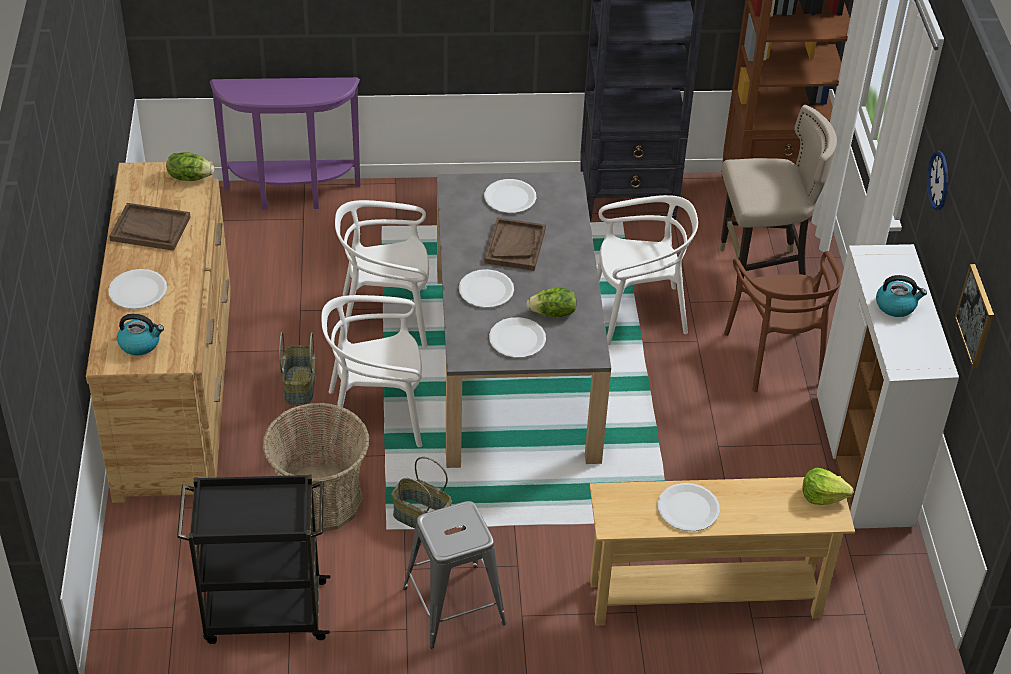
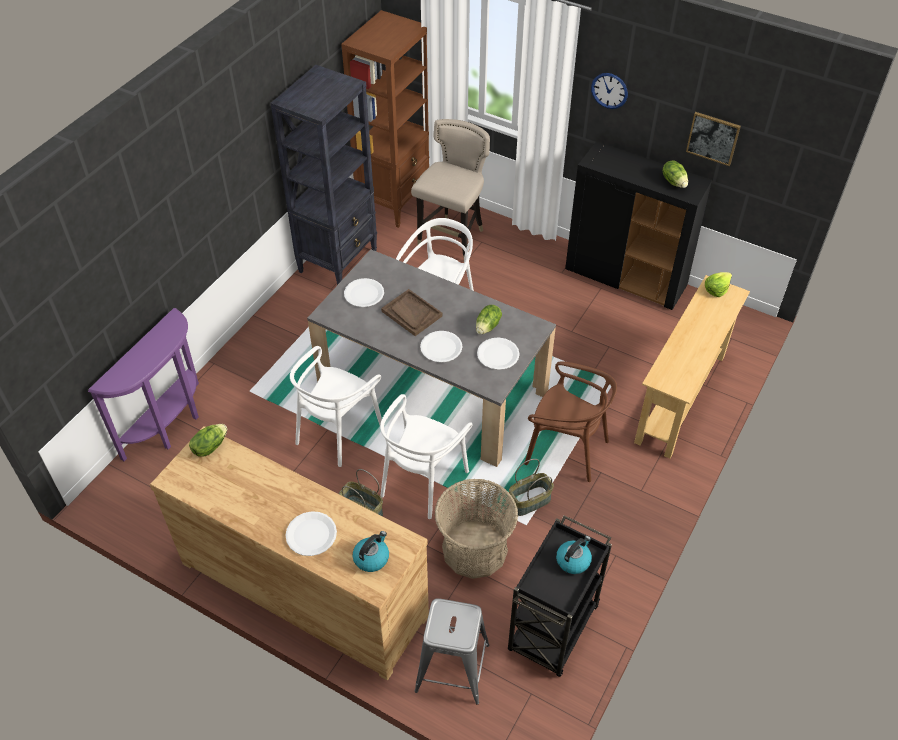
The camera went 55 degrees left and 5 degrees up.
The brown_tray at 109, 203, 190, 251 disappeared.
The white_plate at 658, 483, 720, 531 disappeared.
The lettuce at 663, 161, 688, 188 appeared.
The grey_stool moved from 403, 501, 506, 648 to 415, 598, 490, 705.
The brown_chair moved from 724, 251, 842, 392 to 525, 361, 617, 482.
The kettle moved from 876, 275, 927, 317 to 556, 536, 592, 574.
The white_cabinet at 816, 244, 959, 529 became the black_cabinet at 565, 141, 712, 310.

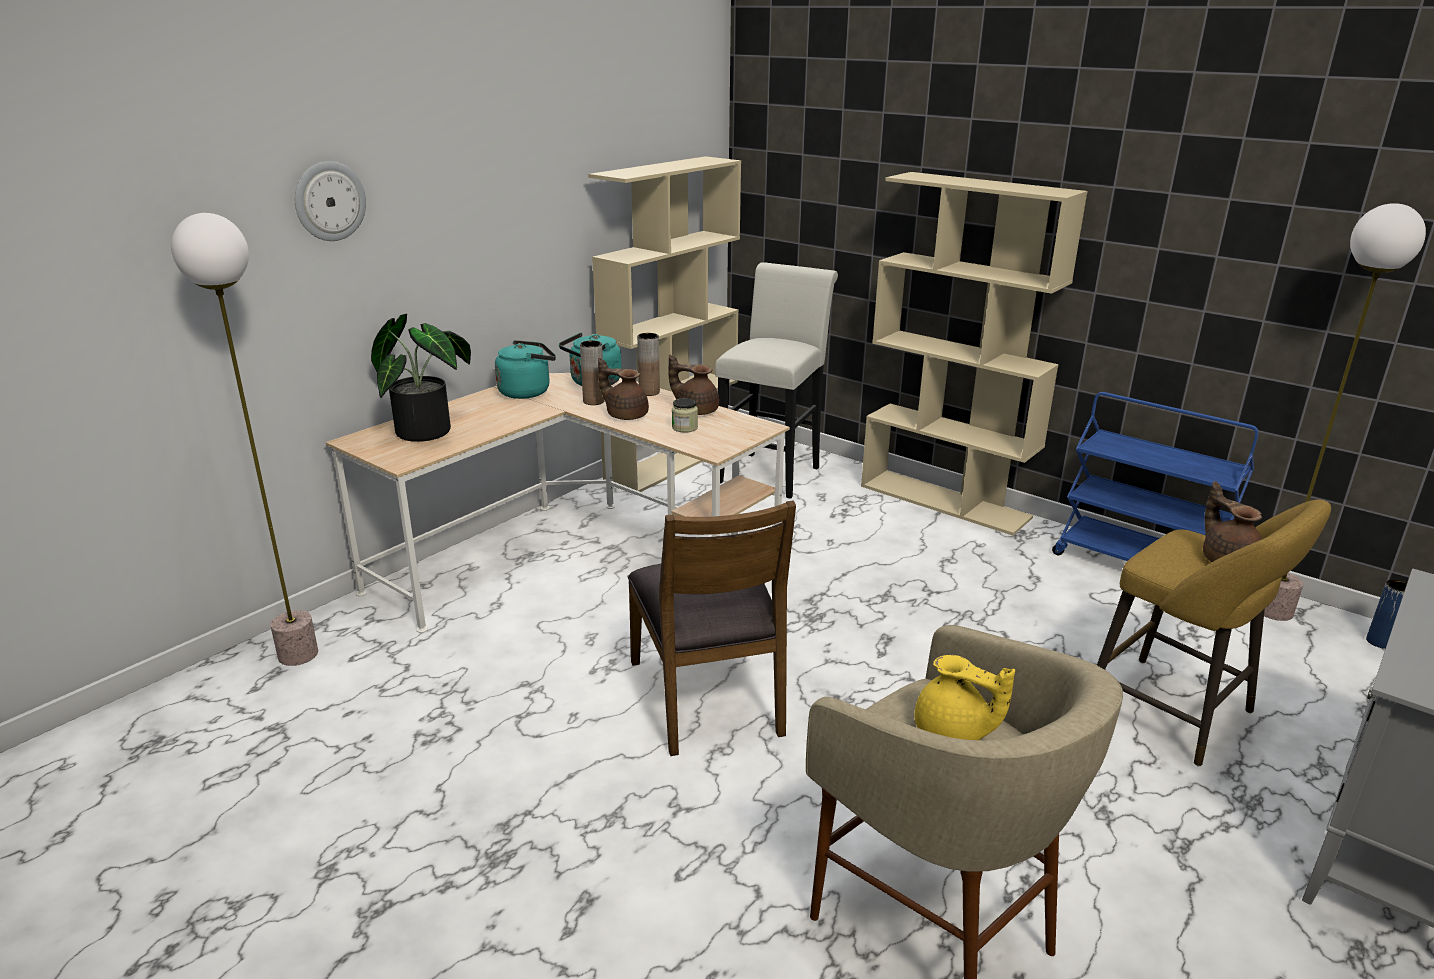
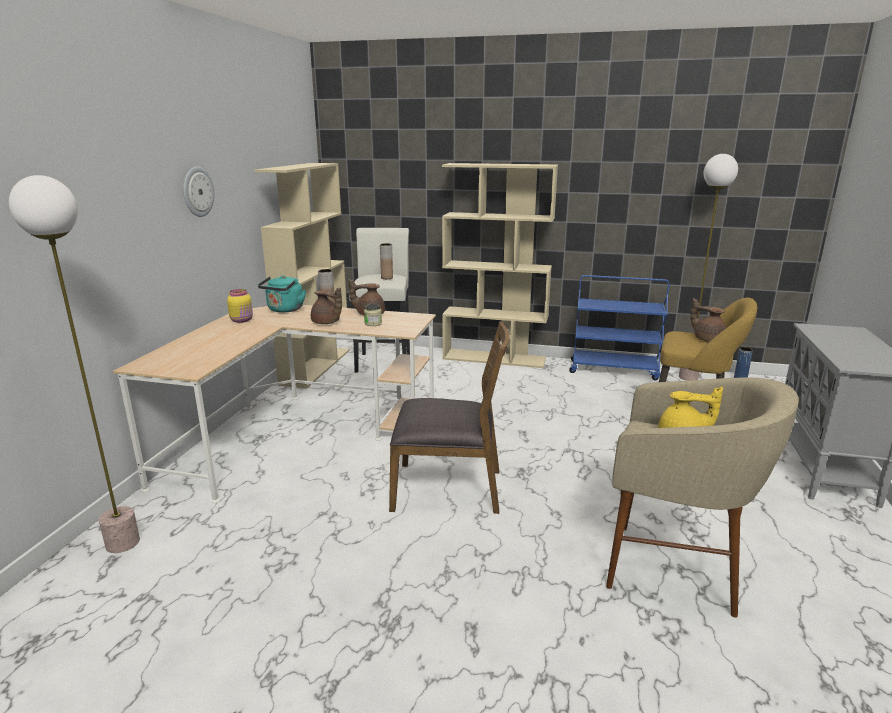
The camera went 25 degrees left and 5 degrees down.
The potted_plant at 371, 314, 471, 442 disappeared.
The wall_clock moved from 295, 161, 366, 241 to 183, 166, 214, 217.
The brown_vase moved from 580, 340, 605, 405 to 380, 243, 393, 279.
The turquoise_kettle at 495, 340, 556, 399 was replaced by the yellow_jar at 227, 289, 253, 323.
The brown_teapot at 598, 358, 649, 420 turned 150 degrees counterclockwise.
The brown_chair at 627, 500, 796, 756 turned 45 degrees counterclockwise.

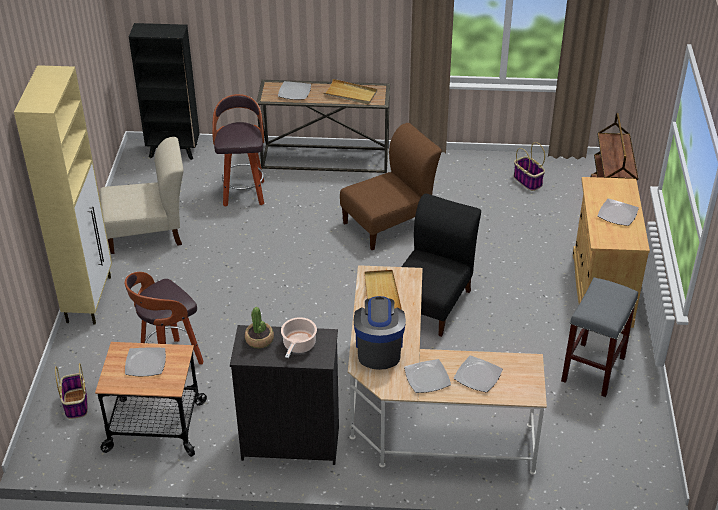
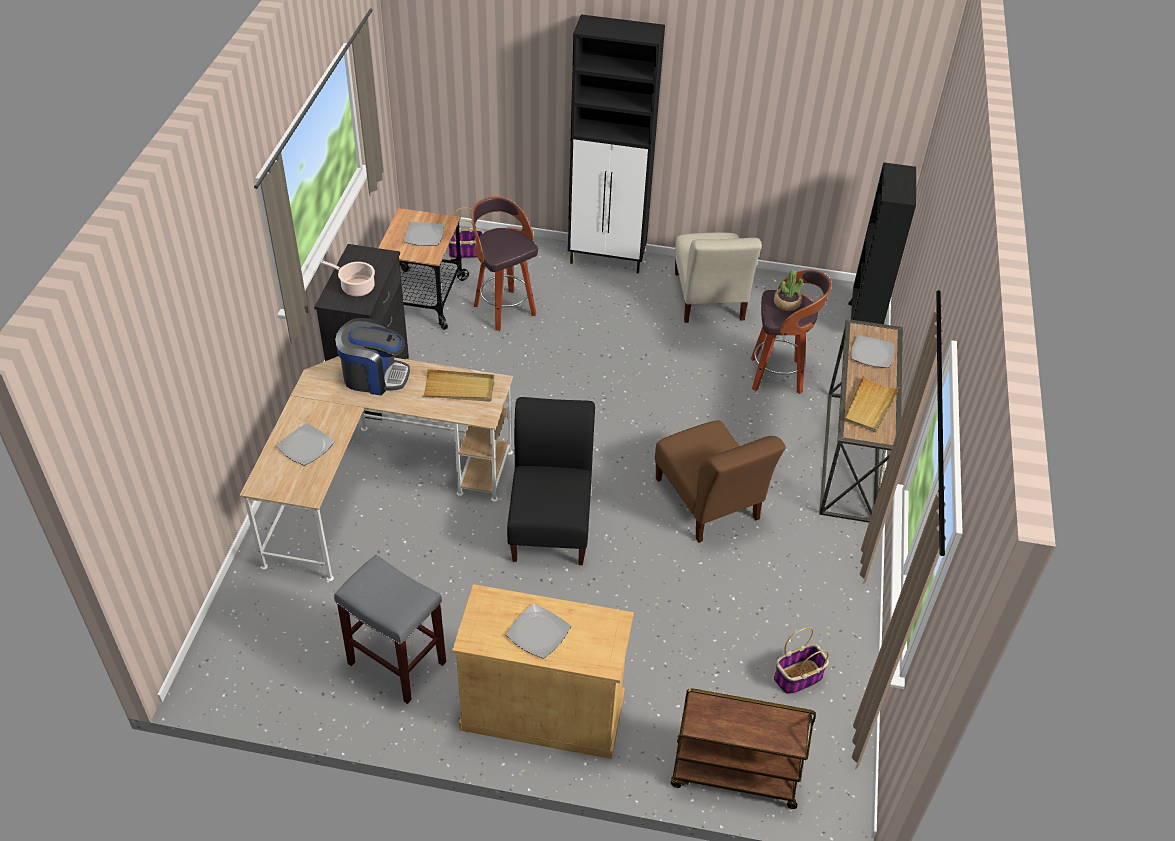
The camera went 95 degrees right and 5 degrees up.
The plate at 404, 359, 451, 393 disappeared.
The potted_plant moved from 245, 307, 274, 348 to 774, 270, 803, 311.
The beige_cabinet at 14, 65, 112, 324 became the black_cabinet at 568, 14, 665, 274.
The black_chair at 402, 194, 481, 337 turned 120 degrees counterclockwise.

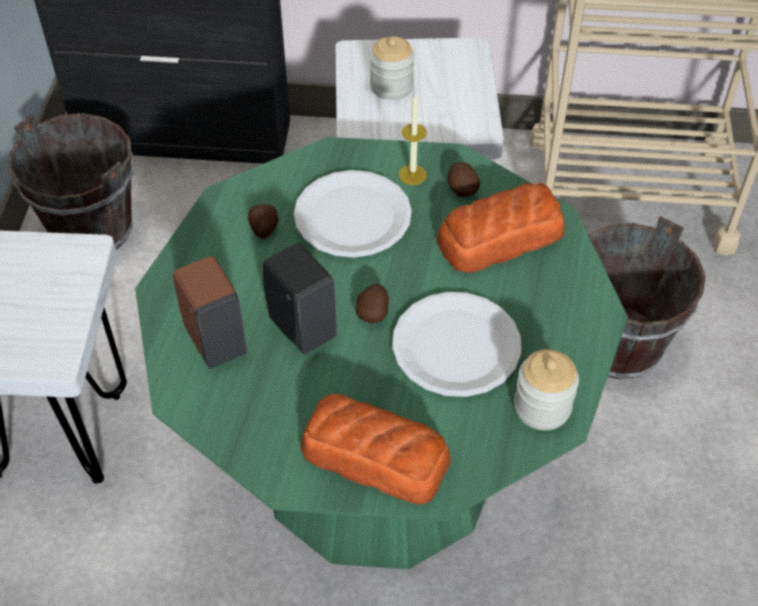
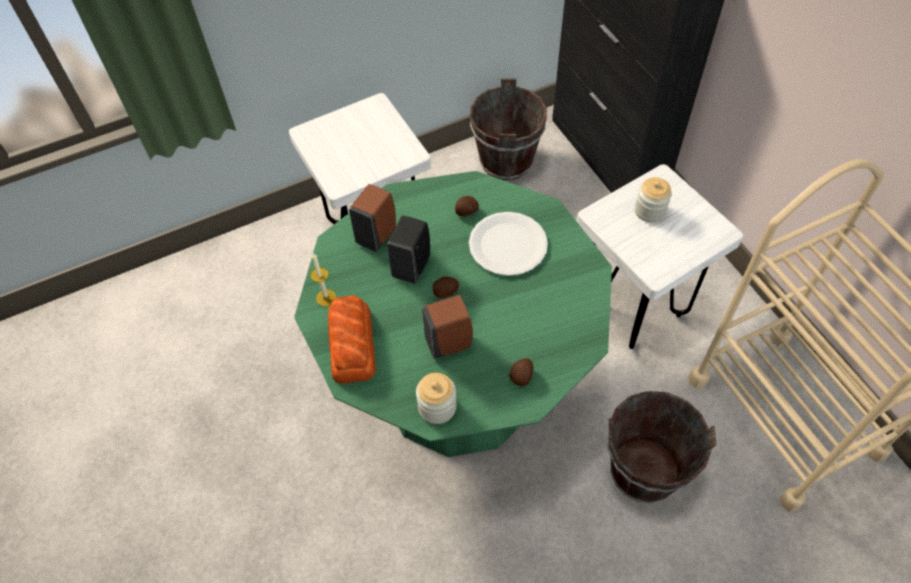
The camera went 60 degrees right and 5 degrees up.
The bread at 437, 183, 565, 273 disappeared.
The candle moved from 399, 93, 427, 185 to 311, 253, 336, 307.
The potato moved from 448, 162, 480, 197 to 509, 358, 534, 386.
The white_plate at 392, 292, 521, 397 was replaced by the brown_soap_dispenser at 422, 294, 473, 359.

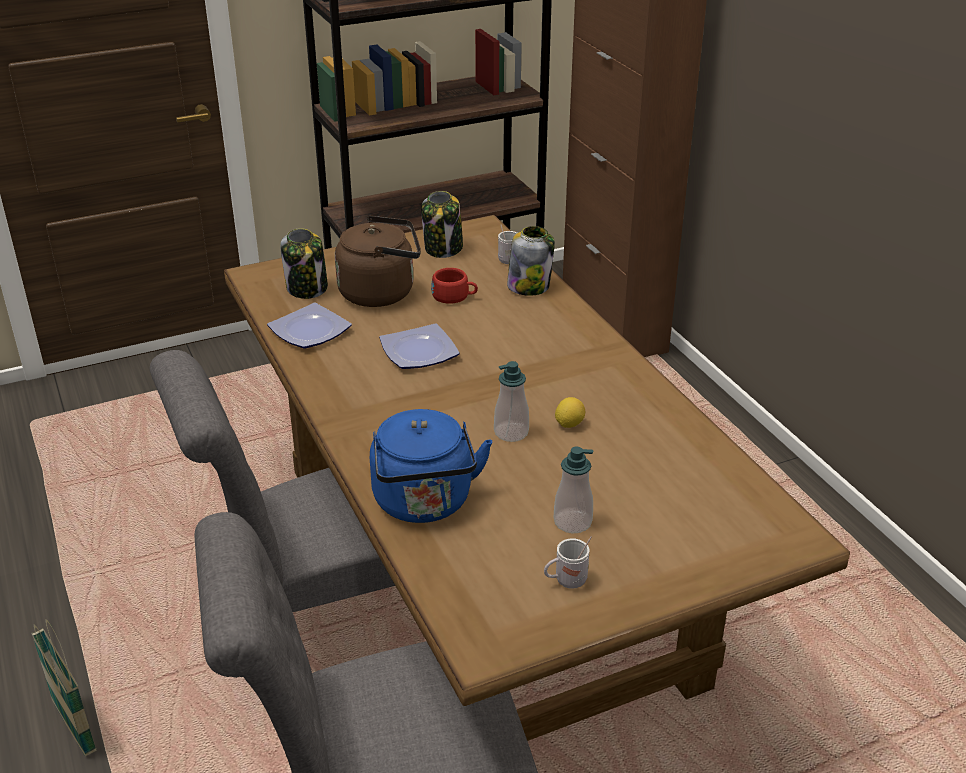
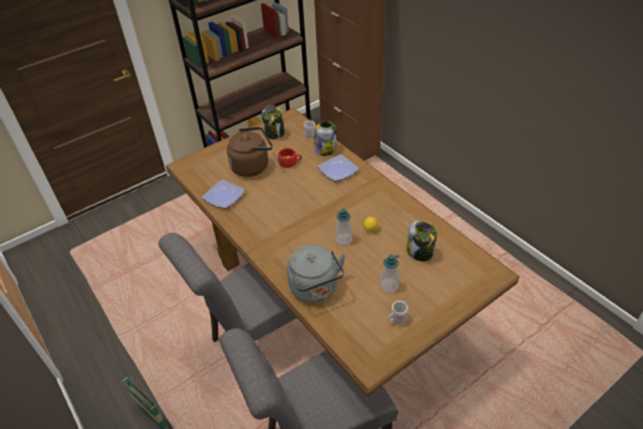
The camera went 10 degrees left and 10 degrees up.
The jar moved from 280, 228, 328, 299 to 407, 221, 437, 261.
The plate moved from 379, 323, 460, 369 to 317, 154, 359, 182.
The blue_kettle at 370, 409, 492, 523 became the grey_kettle at 287, 245, 345, 303.

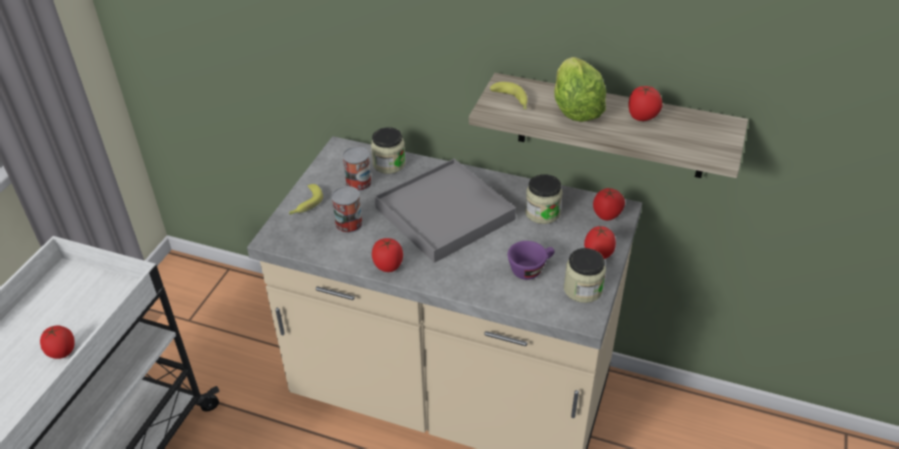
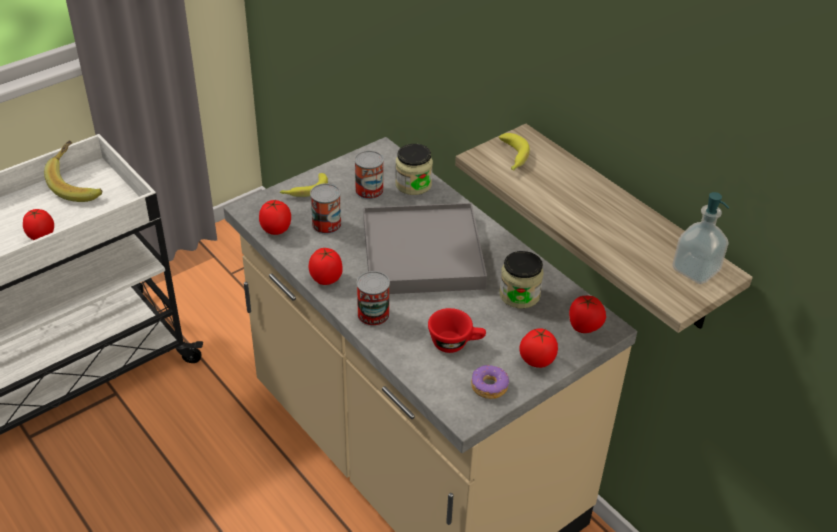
The camera went 30 degrees right and 0 degrees up.
The lettuce at 554, 57, 606, 122 disappeared.
The banana at 44, 140, 102, 202 appeared.
The can at 357, 271, 390, 326 appeared.
The soap_dispenser at 672, 192, 729, 284 appeared.
The tomato moved from 629, 86, 662, 121 to 259, 200, 291, 235.
The jar at 564, 248, 606, 303 was replaced by the donut at 471, 365, 509, 399.
The purple_cup at 508, 241, 555, 280 became the red_cup at 428, 308, 486, 353.

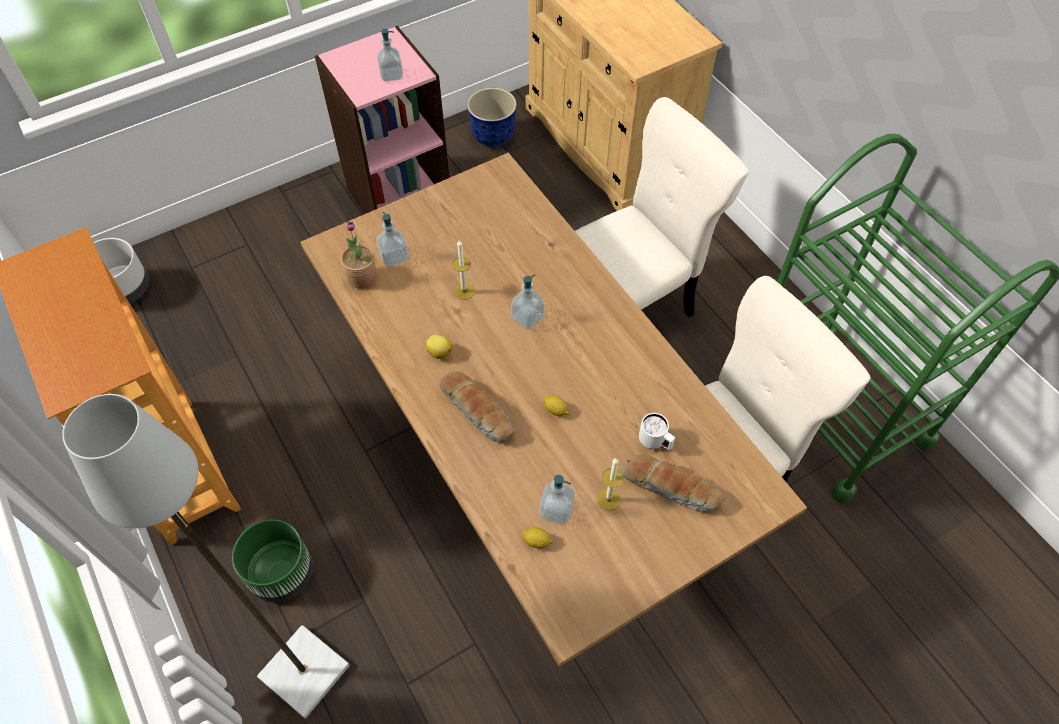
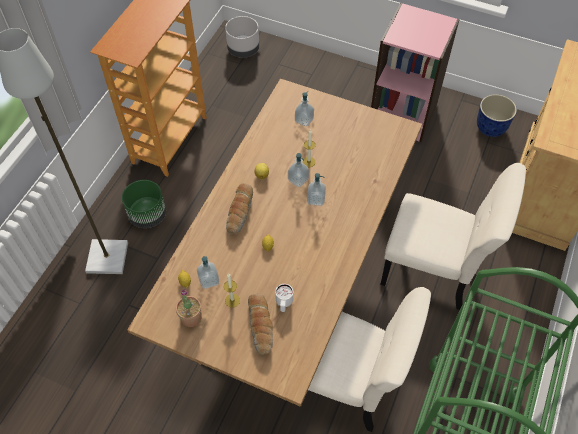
The camera went 55 degrees right and 0 degrees up.
The potted_plant moved from 341, 221, 376, 289 to 176, 288, 202, 327.
The soap_dispenser moved from 377, 29, 403, 82 to 288, 153, 309, 187.

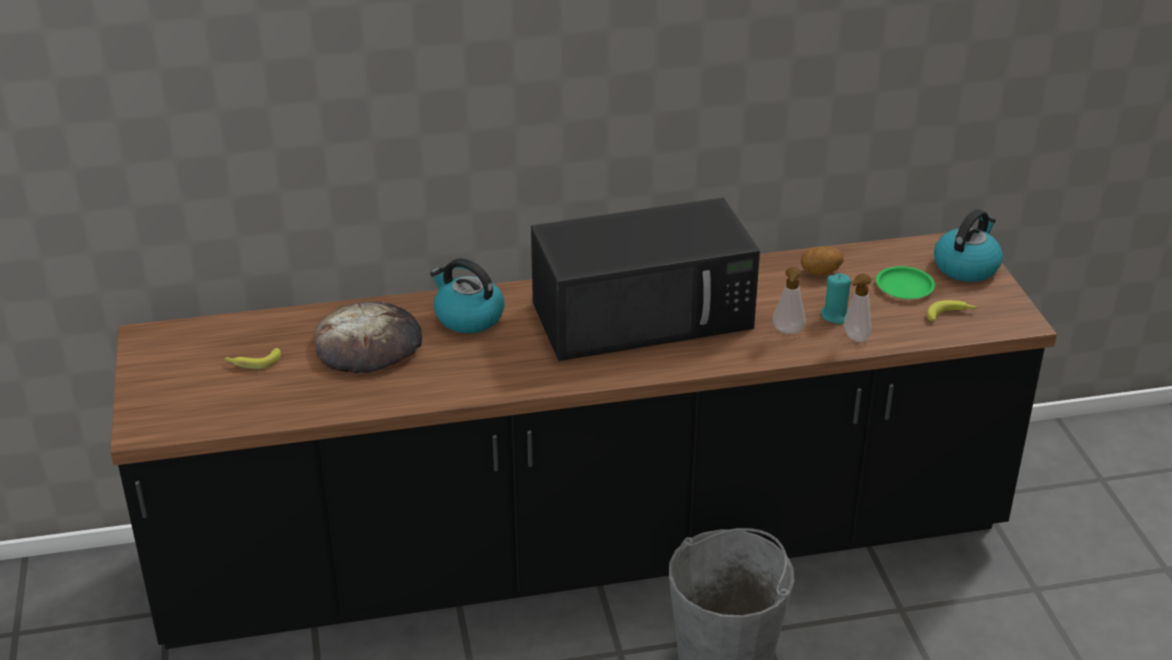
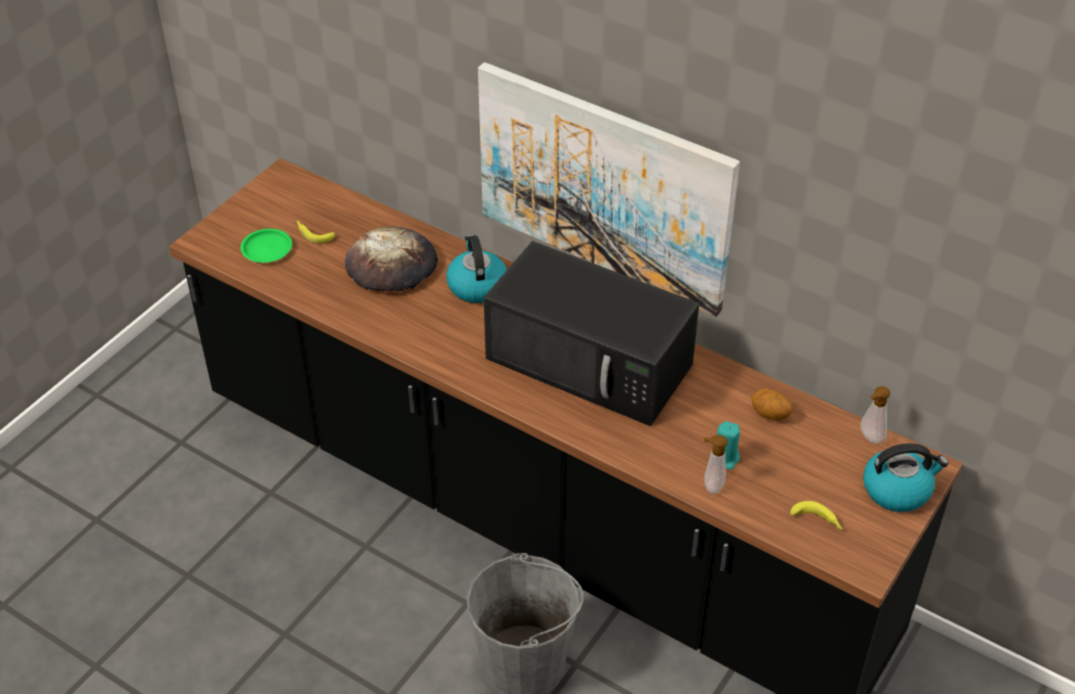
The camera went 45 degrees right and 10 degrees up.
The picture at 478, 62, 740, 317 appeared.
The soap_dispenser moved from 773, 267, 806, 334 to 860, 386, 890, 444.
The green_plate moved from 876, 266, 935, 299 to 241, 229, 292, 263.

